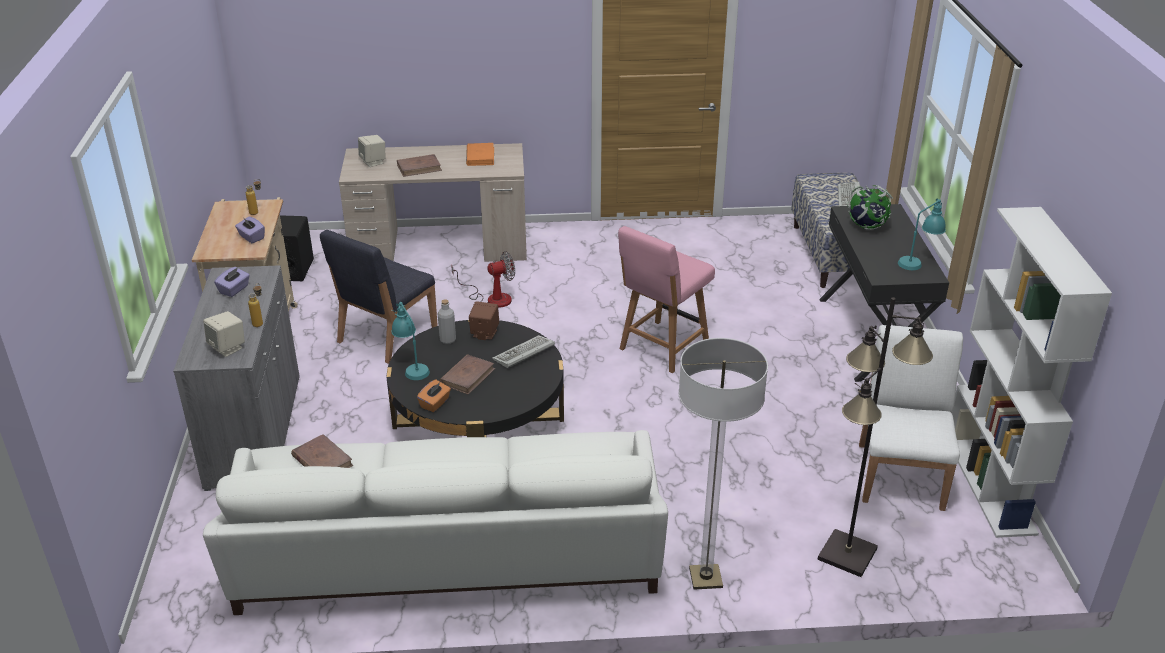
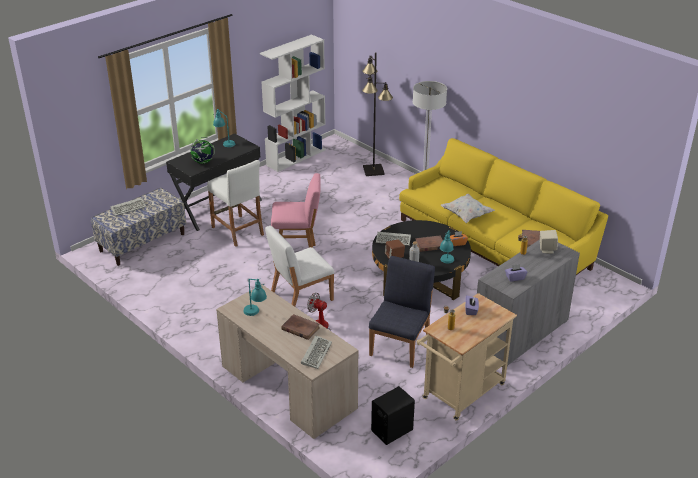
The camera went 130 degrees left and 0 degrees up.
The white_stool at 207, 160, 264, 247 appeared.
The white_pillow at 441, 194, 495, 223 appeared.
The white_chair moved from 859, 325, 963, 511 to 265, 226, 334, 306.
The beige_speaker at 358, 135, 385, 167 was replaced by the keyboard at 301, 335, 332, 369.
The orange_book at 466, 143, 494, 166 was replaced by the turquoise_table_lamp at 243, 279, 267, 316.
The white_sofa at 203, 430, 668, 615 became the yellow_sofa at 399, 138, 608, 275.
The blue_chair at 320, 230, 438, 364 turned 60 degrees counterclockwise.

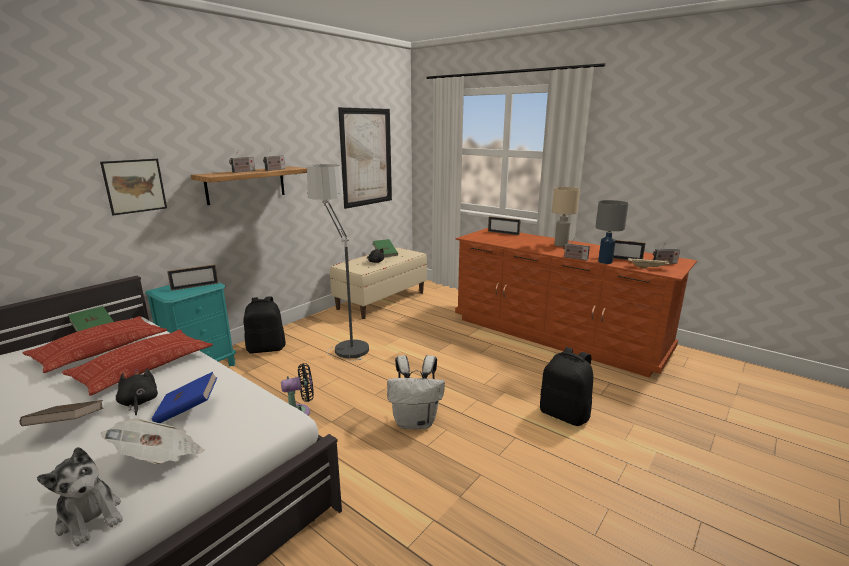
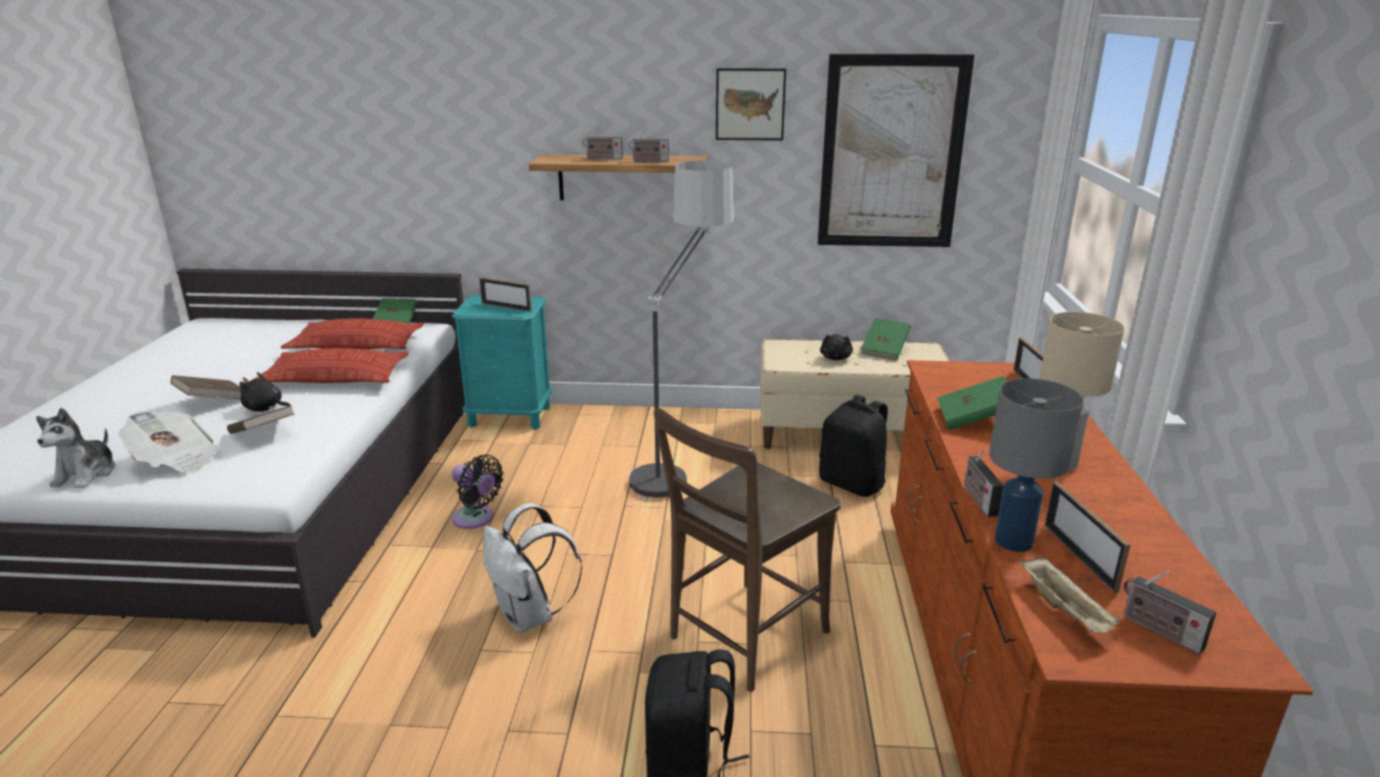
The camera went 55 degrees right and 5 degrees up.
The brown_chair at 654, 408, 841, 692 appeared.
The green_book at 937, 376, 1007, 430 appeared.
The picture moved from 100, 159, 167, 215 to 716, 68, 786, 141.
The black_backpack moved from 243, 296, 286, 353 to 819, 395, 888, 497.
The blue_book at 152, 372, 217, 423 became the brown_book at 227, 405, 294, 434.
The black_plush_toy at 116, 369, 158, 416 turned 105 degrees counterclockwise.

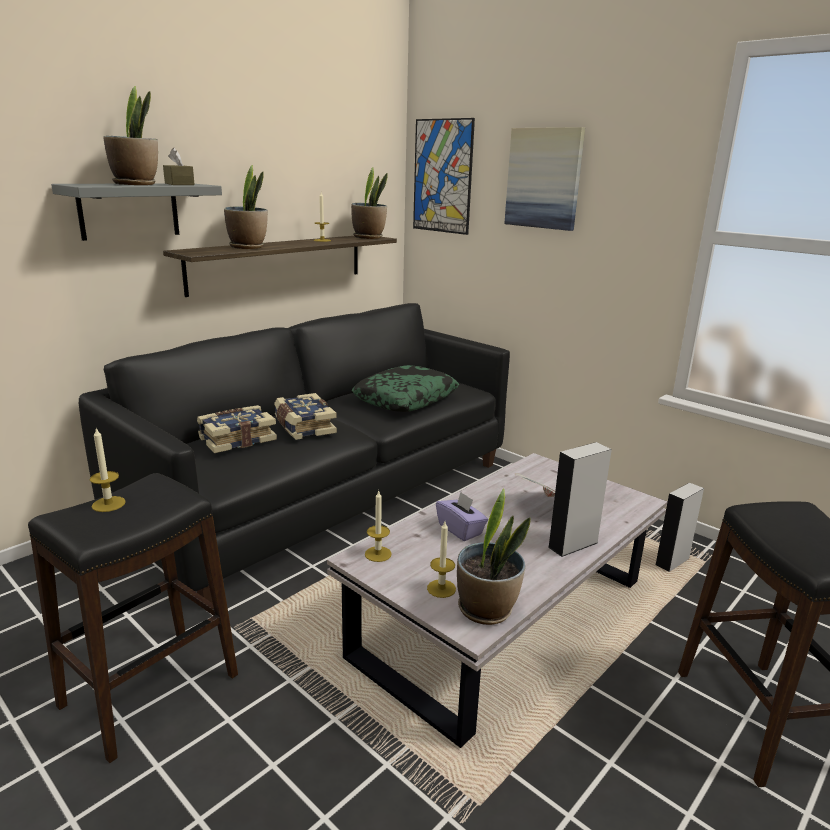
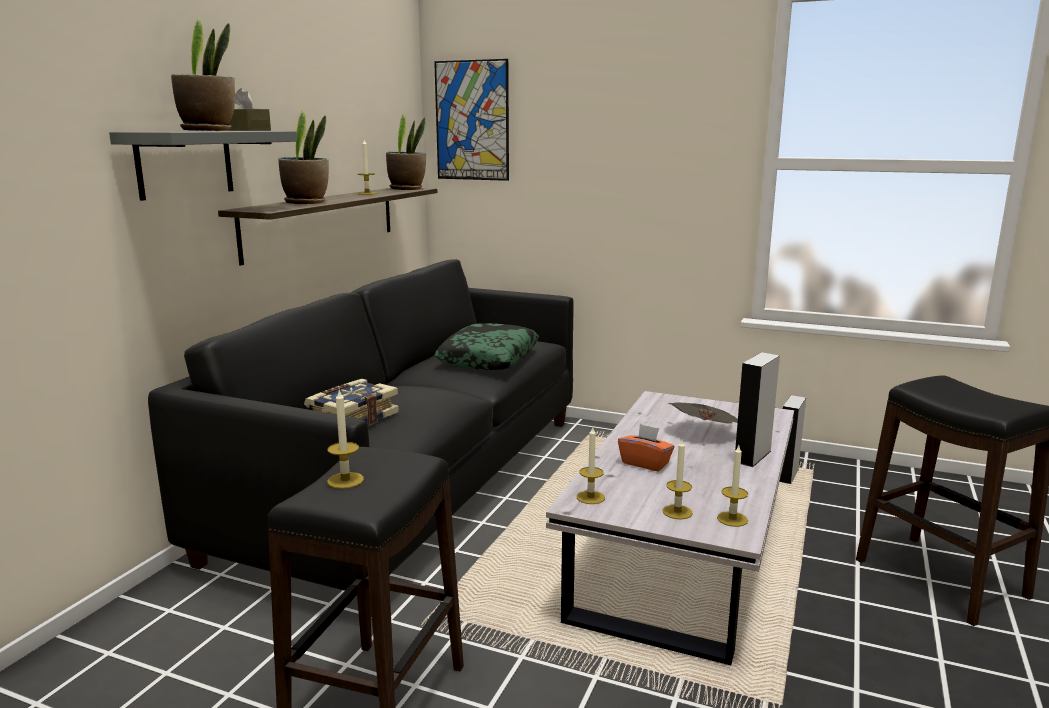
The camera went 20 degrees left and 5 degrees down.
The book at 274, 393, 337, 440 disappeared.
The picture at 504, 127, 585, 231 disappeared.
The potted_plant at 457, 489, 531, 625 was replaced by the candle at 717, 445, 748, 527.
The purple_tissue_box at 436, 492, 488, 541 became the orange_tissue_box at 618, 424, 675, 472.

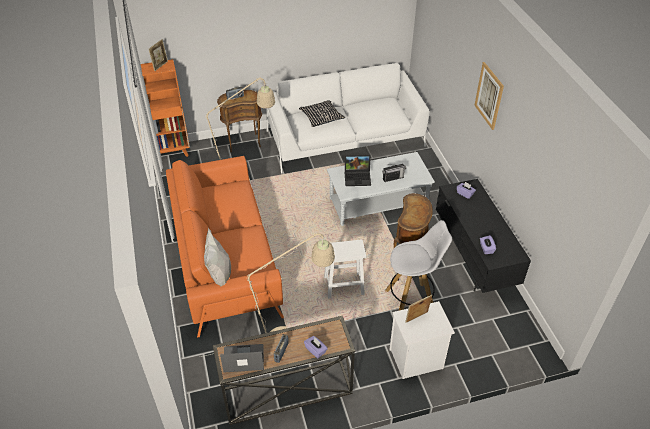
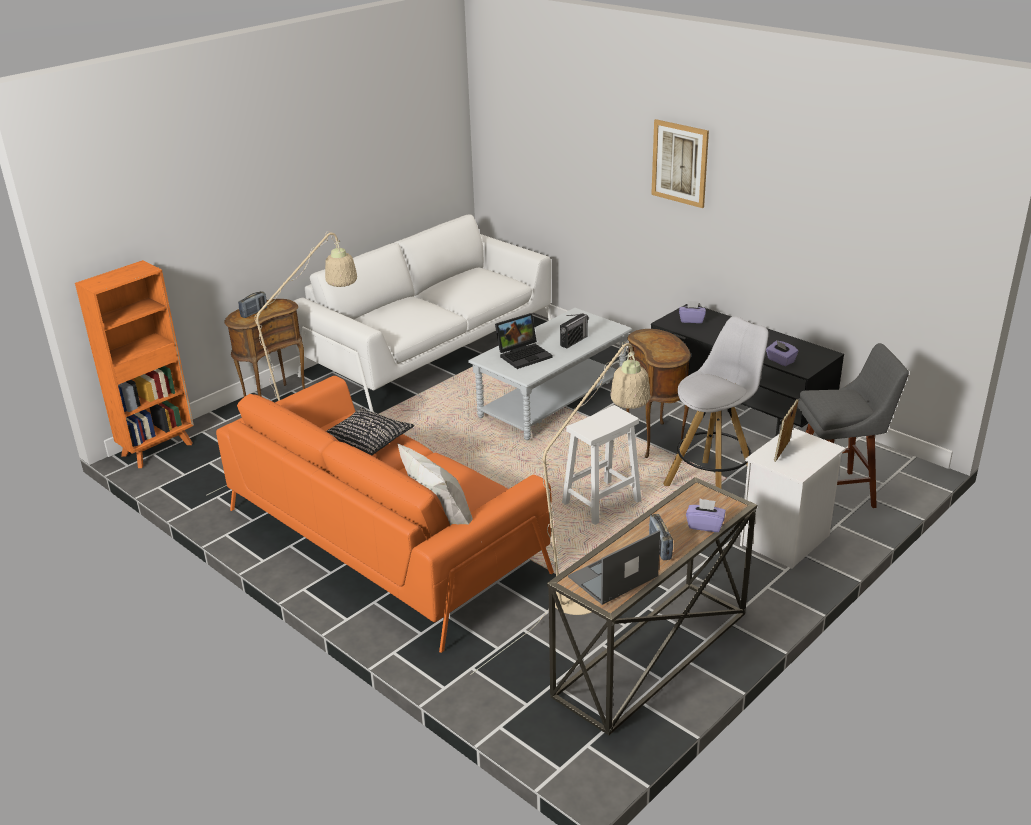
The camera went 30 degrees left and 15 degrees down.
The picture_frame at 149, 39, 168, 71 disappeared.
The grey_stool at 797, 343, 909, 508 appeared.
The black_pillow moved from 299, 100, 345, 127 to 326, 407, 415, 456.

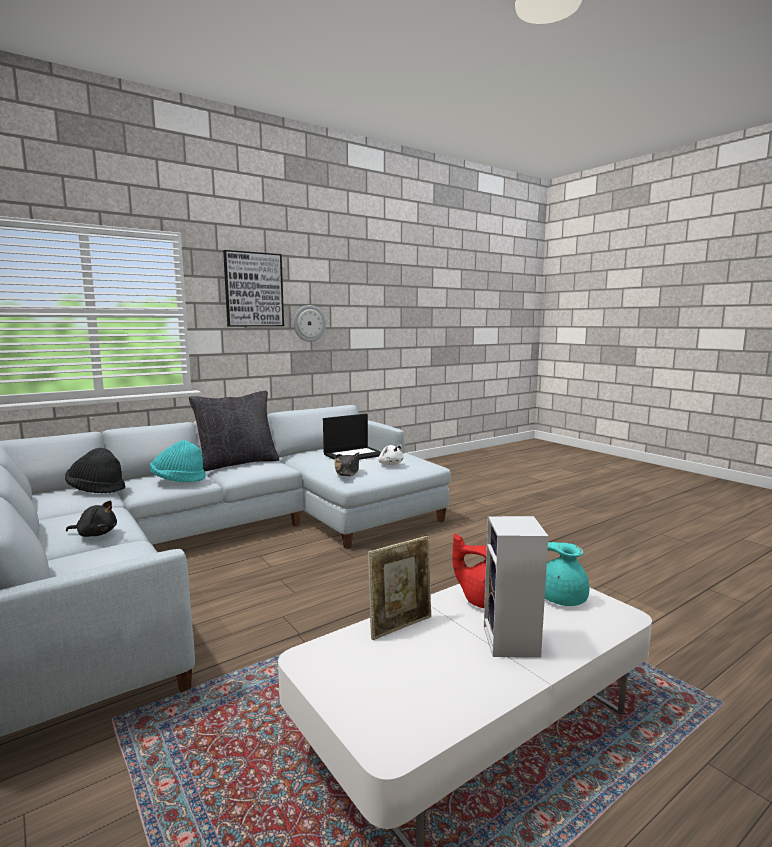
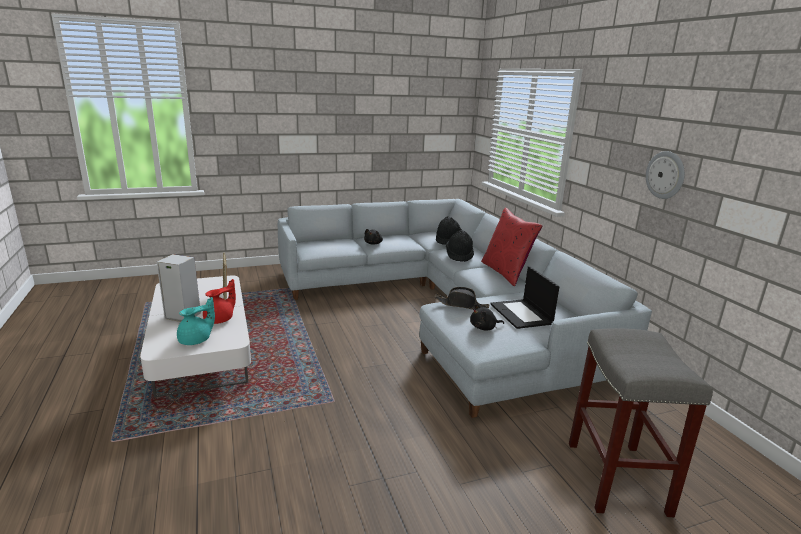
The camera went 105 degrees right and 10 degrees up.
The picture at 223, 250, 284, 326 disappeared.
The grey_stool at 569, 328, 713, 517 appeared.
The turquoise_hat at 150, 440, 206, 482 became the black_hat at 446, 230, 474, 262.
The black_pillow at 189, 391, 279, 471 became the red_pillow at 481, 208, 542, 286.
The white_plush_toy at 378, 444, 404, 466 became the black_plush_toy at 470, 304, 504, 331.

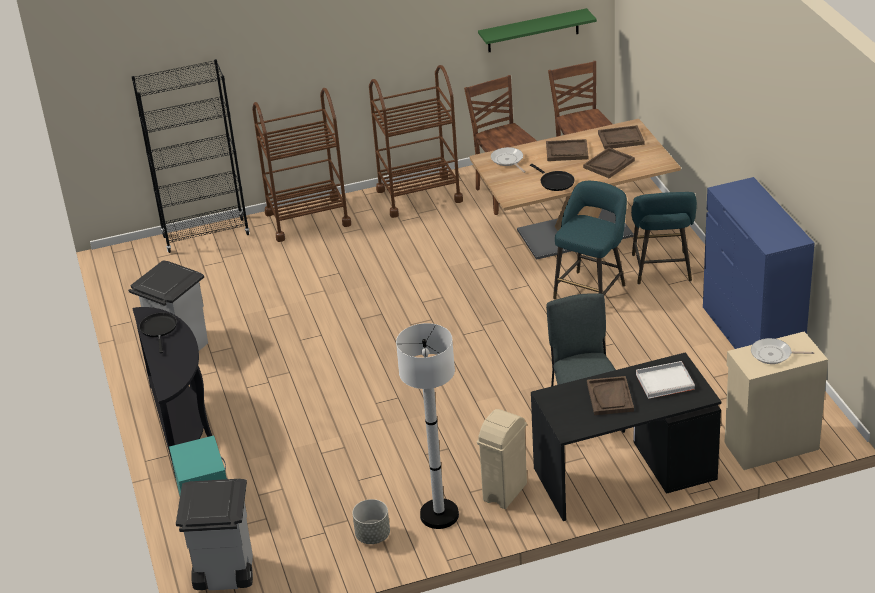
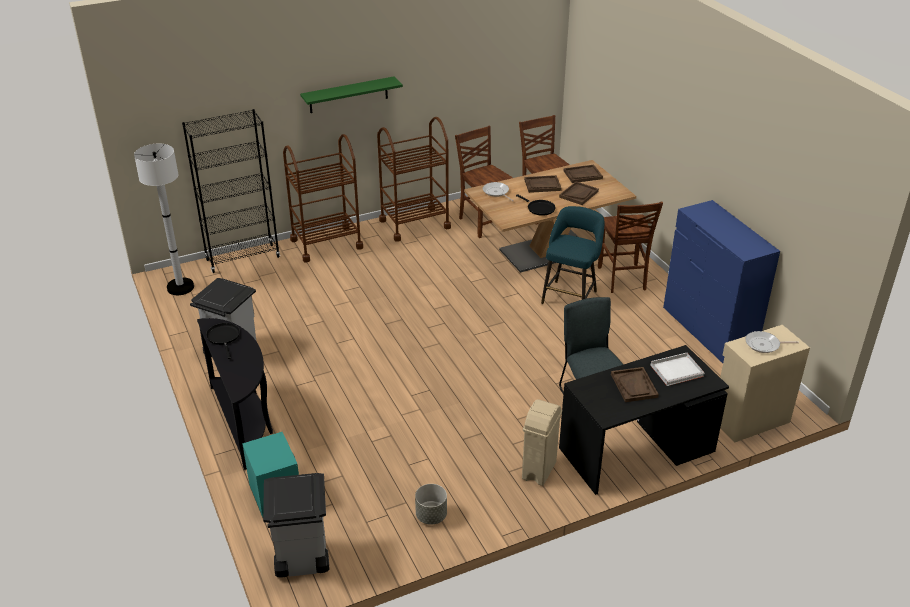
The camera went 10 degrees left and 0 degrees up.
The white_floor_lamp moved from 396, 323, 459, 529 to 134, 144, 194, 295.
The green_shelf moved from 478, 8, 597, 52 to 300, 76, 403, 113.
The turquoise_stool at 631, 192, 697, 284 was replaced by the brown_chair at 598, 201, 663, 293.

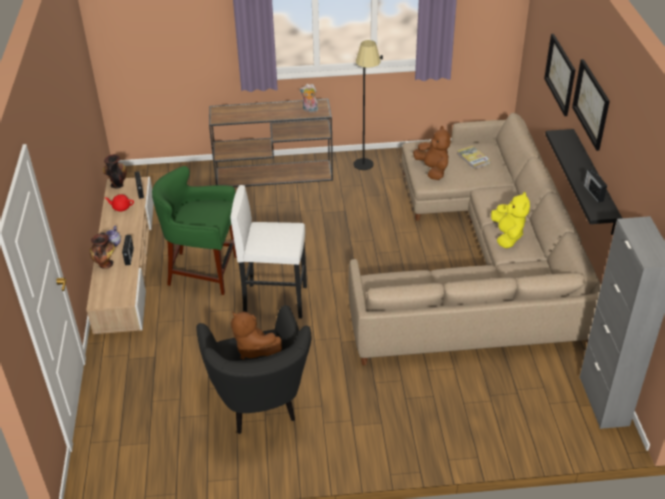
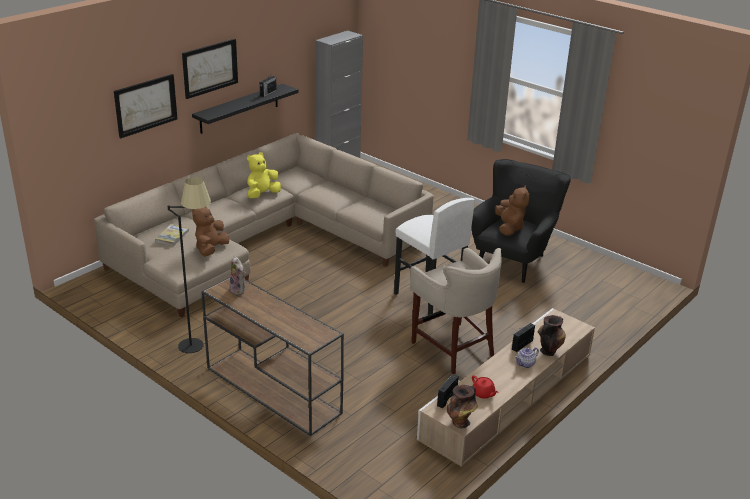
The camera went 135 degrees left and 10 degrees down.
The green_stool at 152, 166, 237, 295 became the beige_stool at 410, 248, 502, 374.

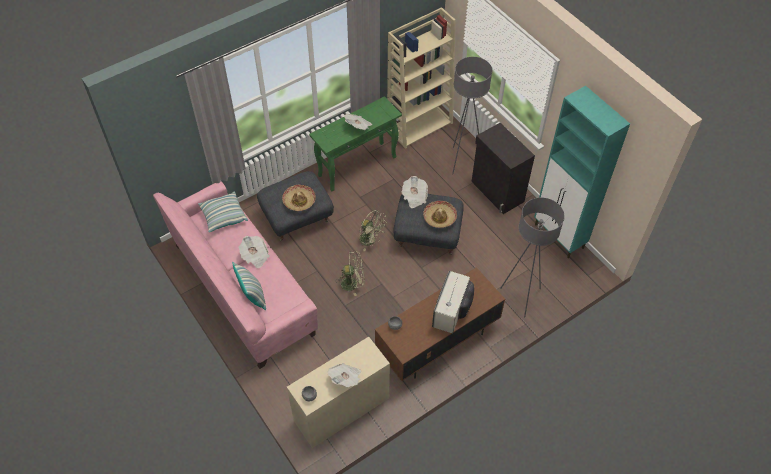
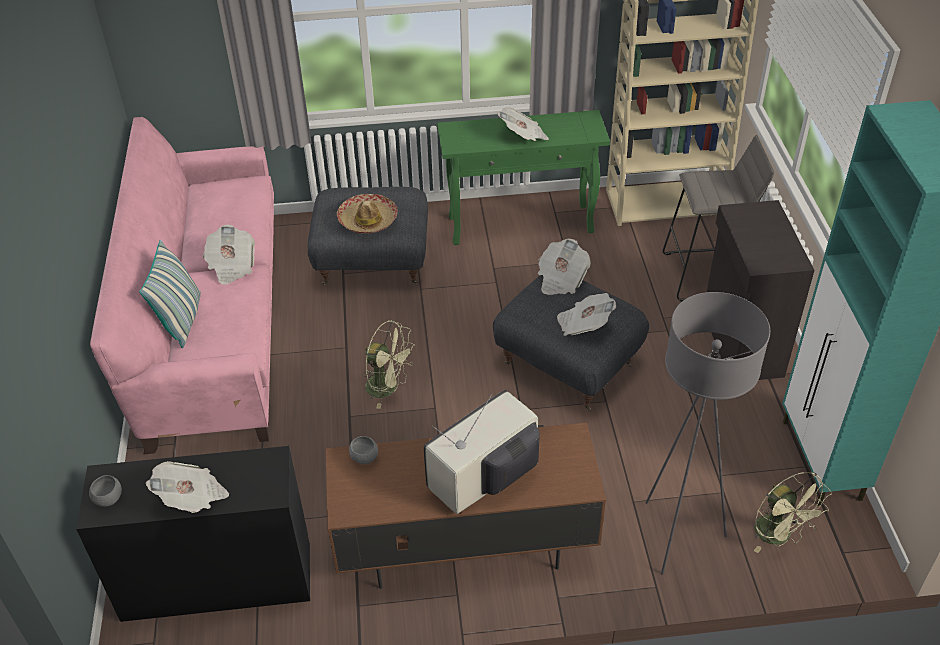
The camera went 30 degrees right and 10 degrees down.
The pillow at 198, 191, 248, 232 disappeared.
The green_fan moved from 359, 210, 386, 251 to 754, 472, 832, 553.
The hat at 423, 201, 457, 228 was replaced by the newspaper at 557, 293, 616, 336.
The grey_floor_lamp at 452, 57, 492, 174 was replaced by the grey_stool at 663, 135, 774, 302.
The beige_desk at 287, 337, 390, 448 became the black_desk at 76, 446, 310, 622.

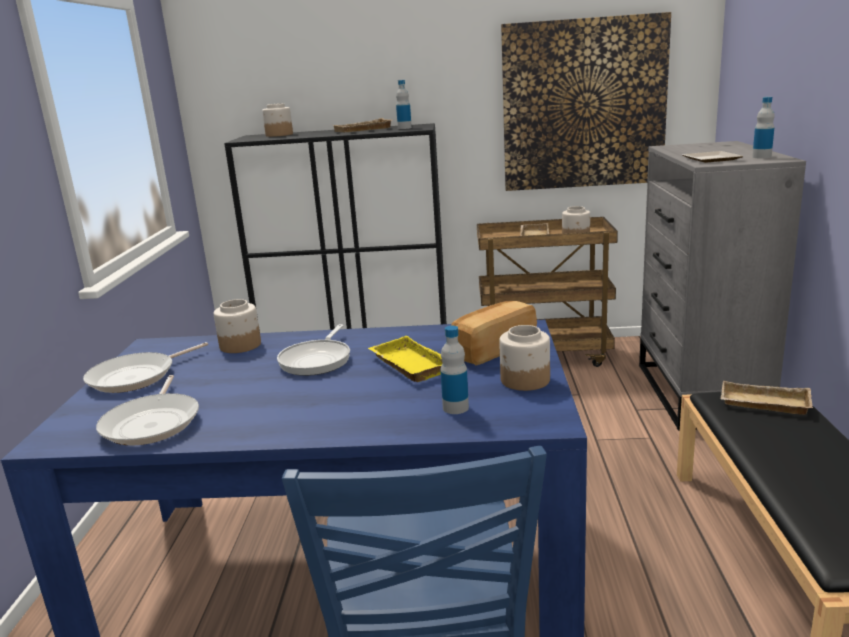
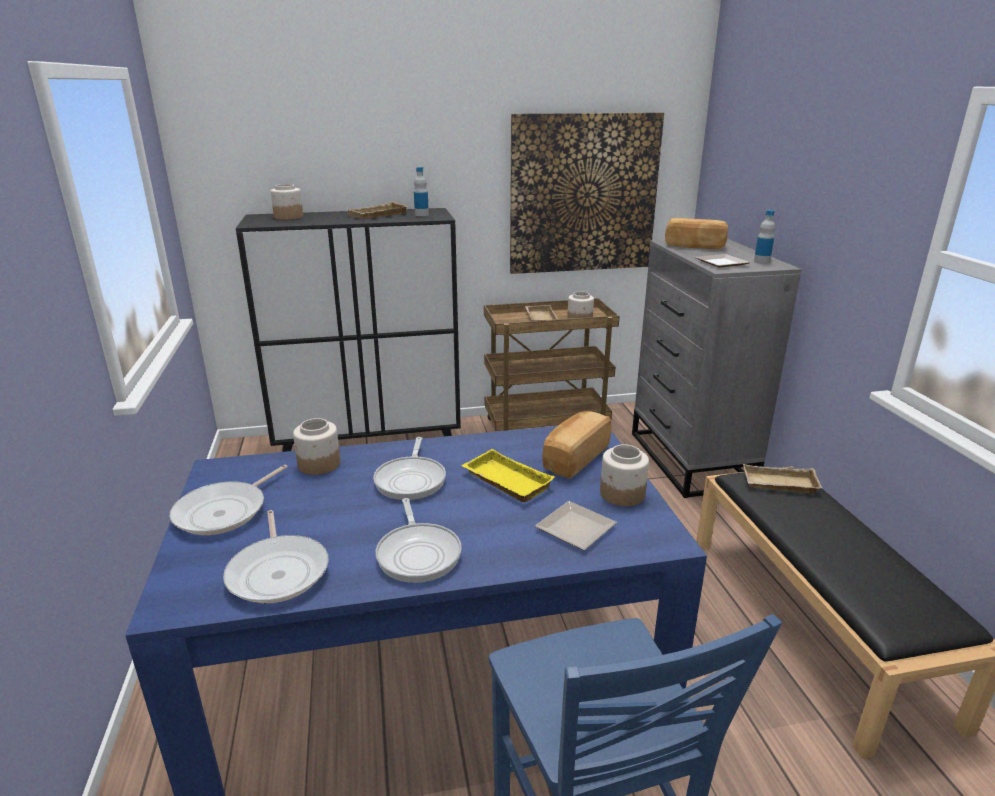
The camera went 15 degrees left and 5 degrees up.
The frying_pan at 376, 498, 462, 583 appeared.
The bread at 665, 218, 728, 249 appeared.
The bottle at 440, 326, 469, 414 was replaced by the plate at 535, 501, 617, 550.

